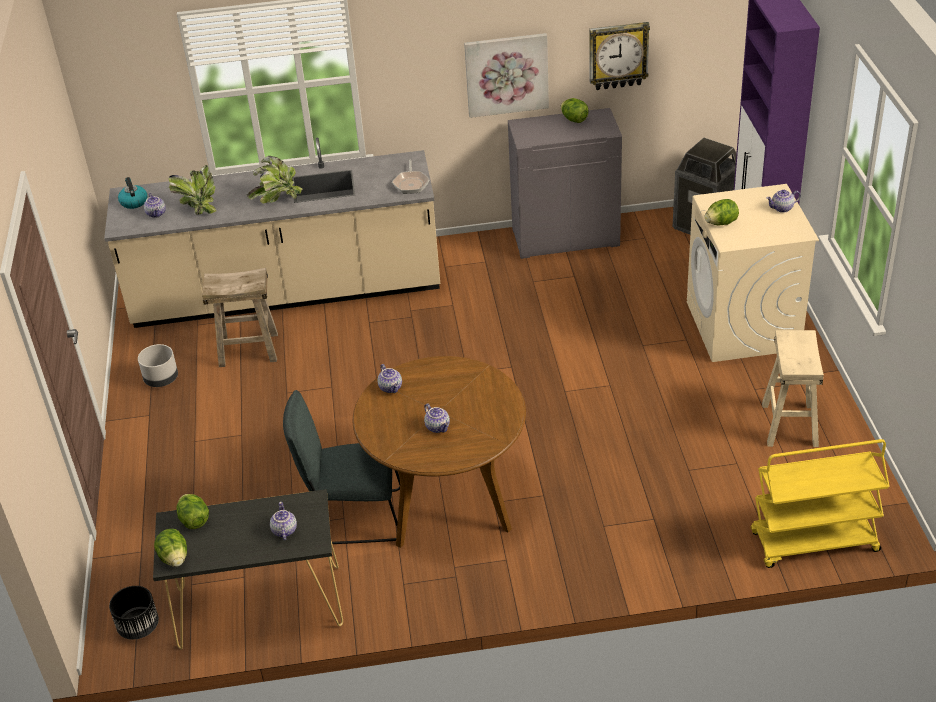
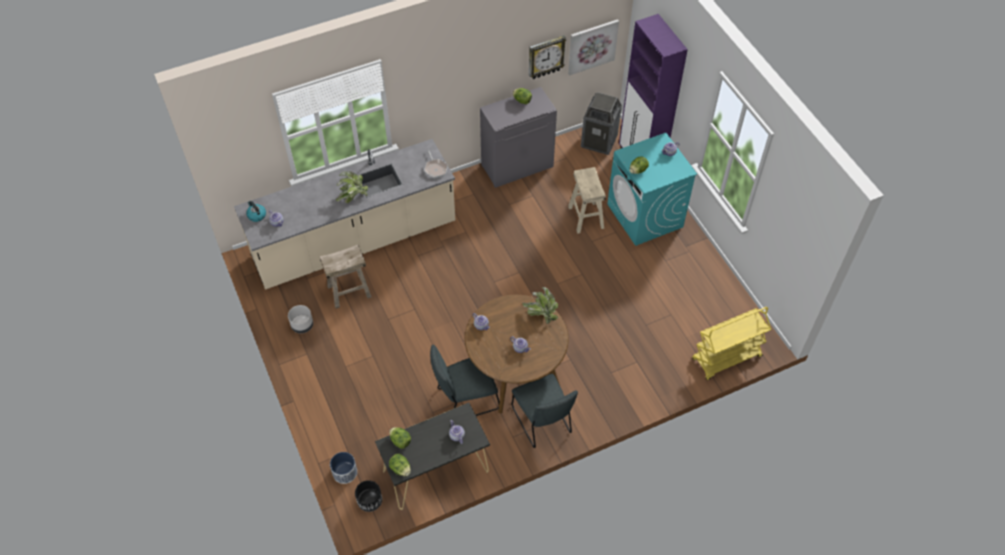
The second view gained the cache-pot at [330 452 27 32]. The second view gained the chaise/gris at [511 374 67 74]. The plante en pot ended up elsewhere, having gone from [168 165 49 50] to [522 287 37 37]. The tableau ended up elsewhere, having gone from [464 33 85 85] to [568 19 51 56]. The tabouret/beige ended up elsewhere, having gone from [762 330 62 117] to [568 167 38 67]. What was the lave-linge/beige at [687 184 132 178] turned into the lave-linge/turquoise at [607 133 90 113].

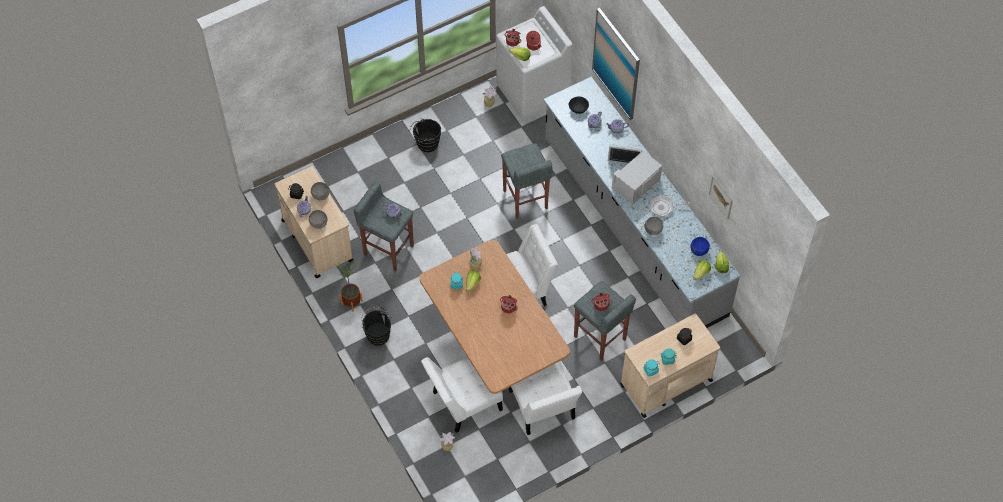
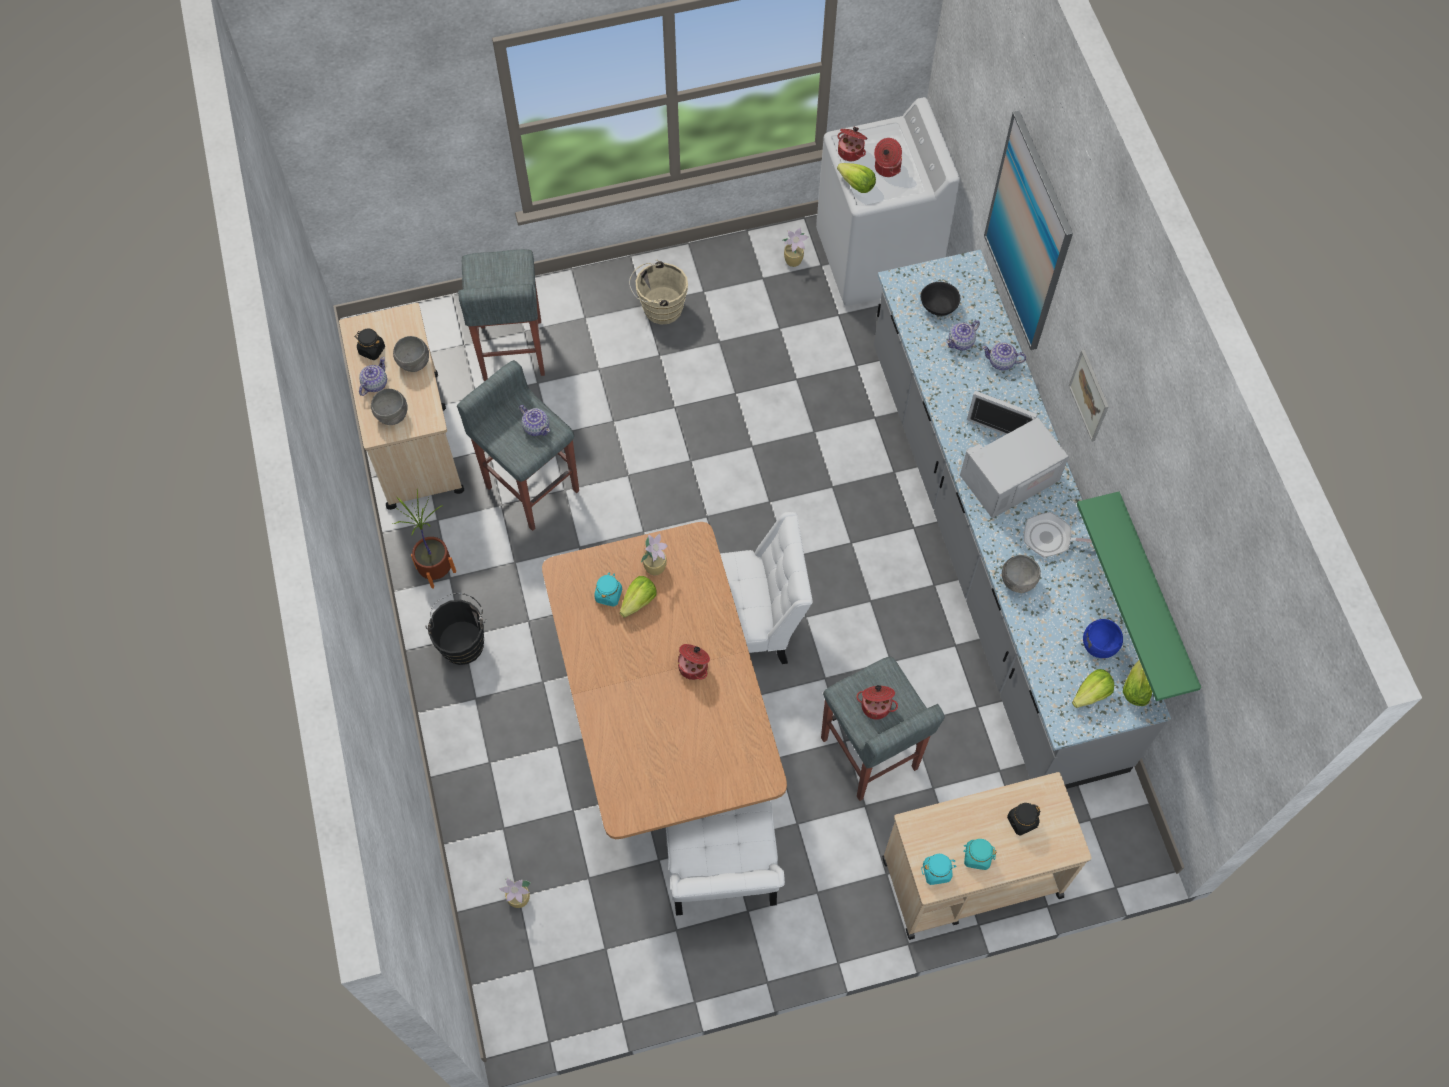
The tabouret/gris ended up elsewhere, having gone from [501 143 52 76] to [458 249 87 132]. What was the seau/noir at [409 118 32 34] turned into the seau/beige at [629 260 59 65]. The tableau ended up elsewhere, having gone from [709 175 24 44] to [1069 350 40 92]. The second view gained the étagère/vert at [1077 492 124 209]. The second view lost the chaise/blanc at [421 357 82 76].

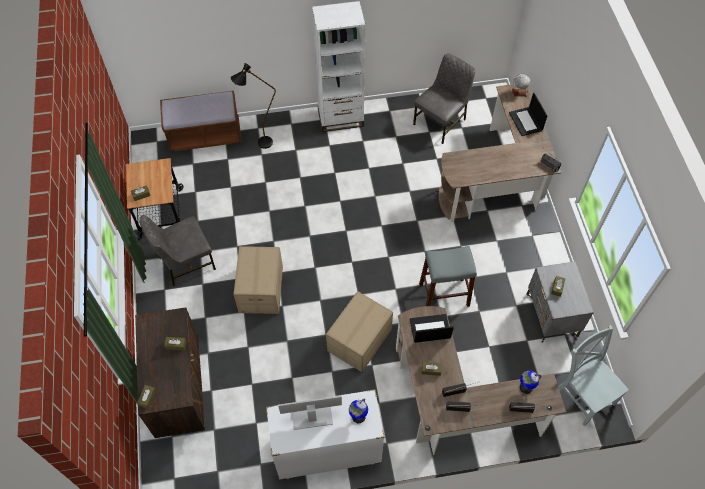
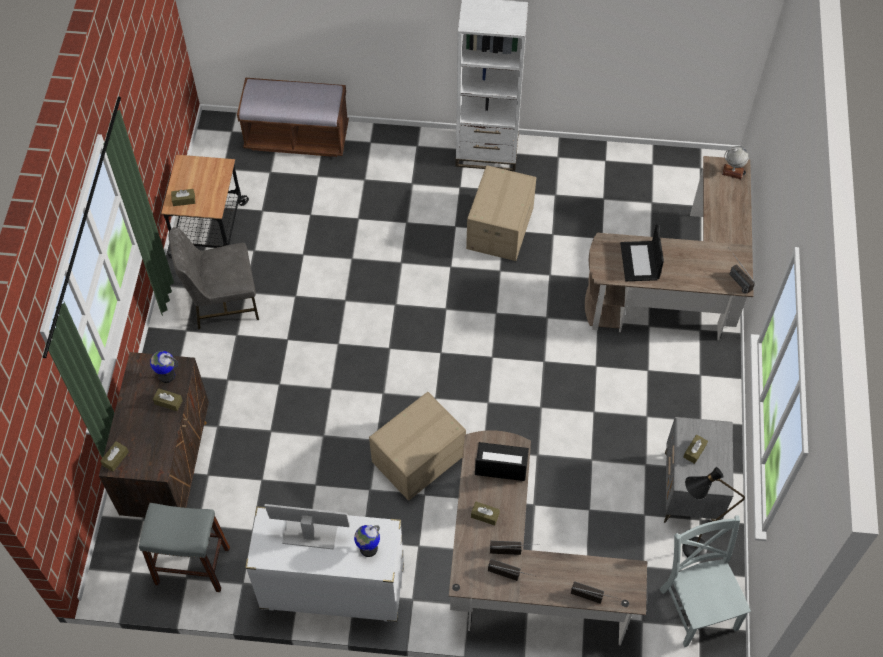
The tabouret/gris ended up elsewhere, having gone from [419 246 58 61] to [139 503 91 89]. The globe ended up elsewhere, having gone from [520 370 21 24] to [150 351 28 32]. The carton ended up elsewhere, having gone from [234 246 49 68] to [466 165 70 96]. The ordinateur portable ended up elsewhere, having gone from [509 93 39 43] to [620 223 44 58]. The lampadaire/noir ended up elsewhere, having gone from [231 63 45 86] to [683 467 62 91]. The second view lost the chaise/gris at [413 53 62 91].

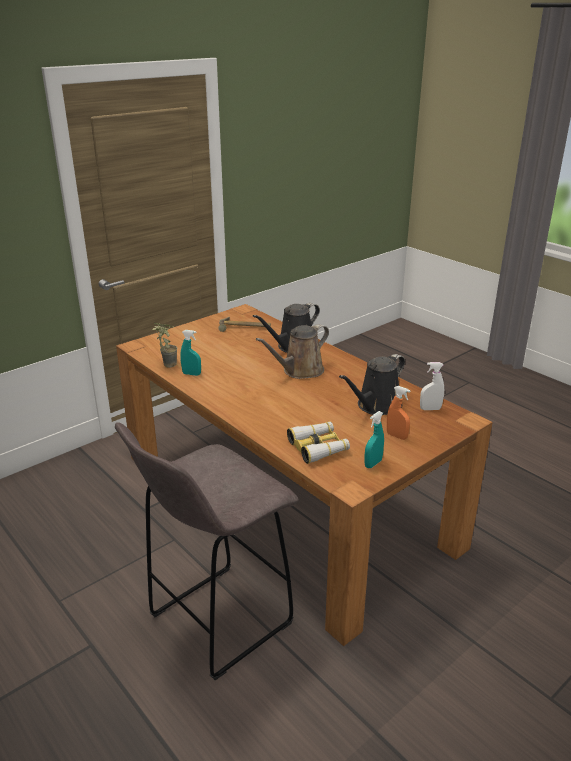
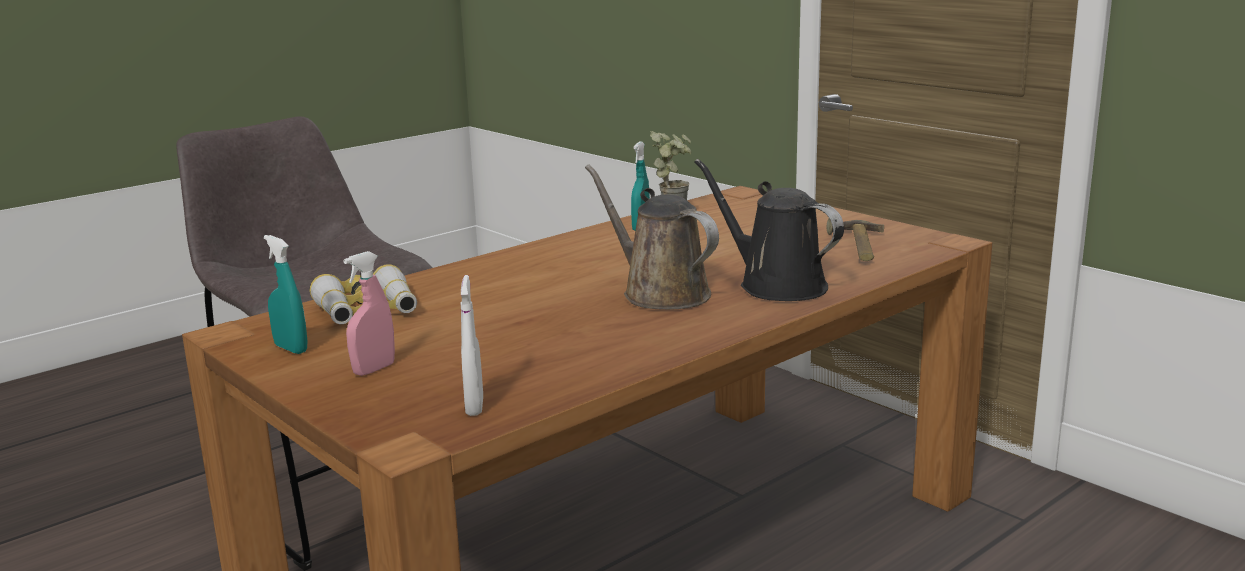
What was the vaporisateur/orange at [387 386 24 54] turned into the vaporisateur/rose at [344 251 51 125]. The second view lost the arrosoir/noir at [339 354 66 61].

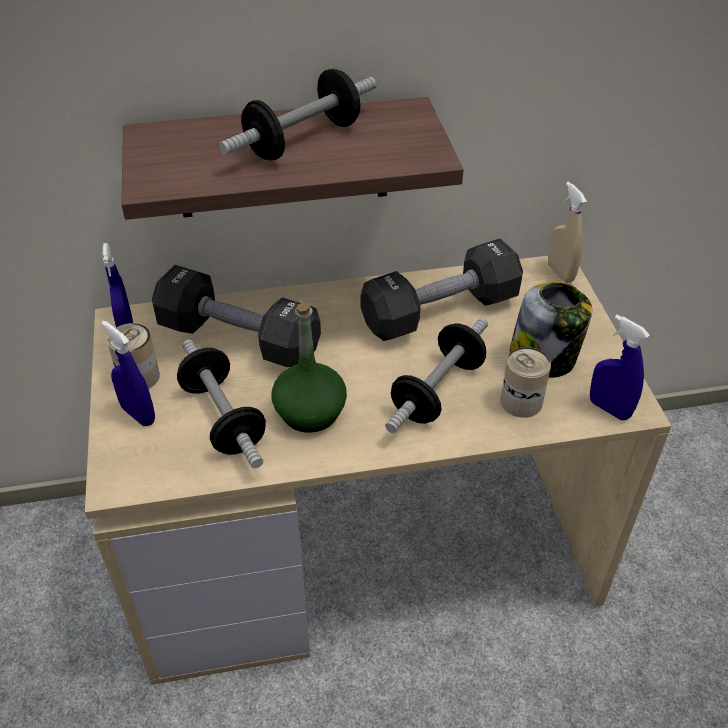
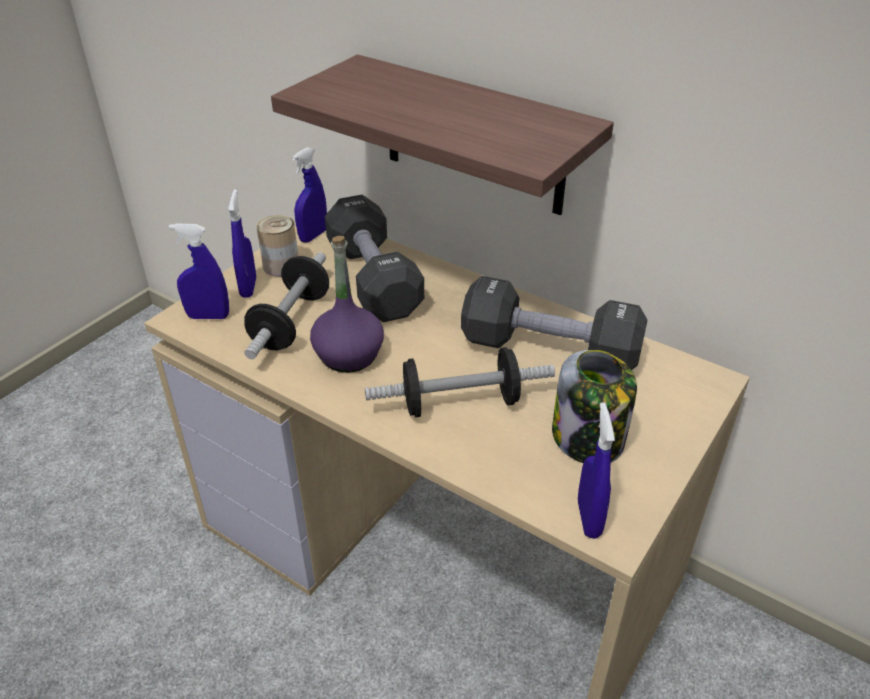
The second view gained the vaporisateur/bleu at [169 223 60 96]. What was the bouteille/vert at [272 302 75 131] turned into the bouteille/violet at [310 236 74 137]. The second view lost the haltère at [219 69 158 92]. The second view lost the boîte métallique at [500 347 51 71]. The second view lost the vaporisateur/beige at [548 181 39 102].

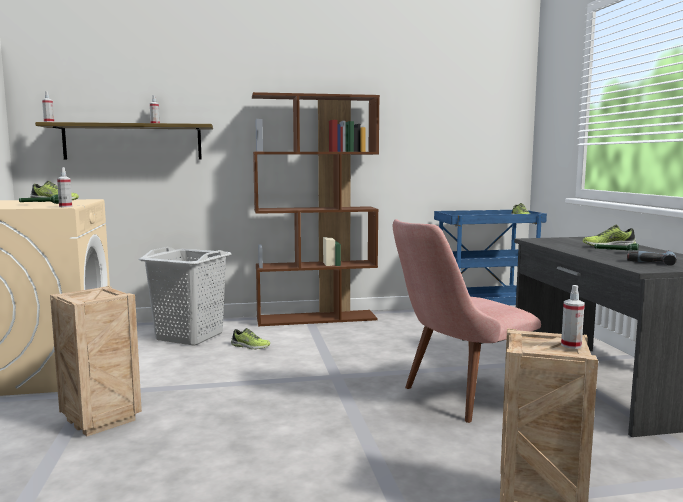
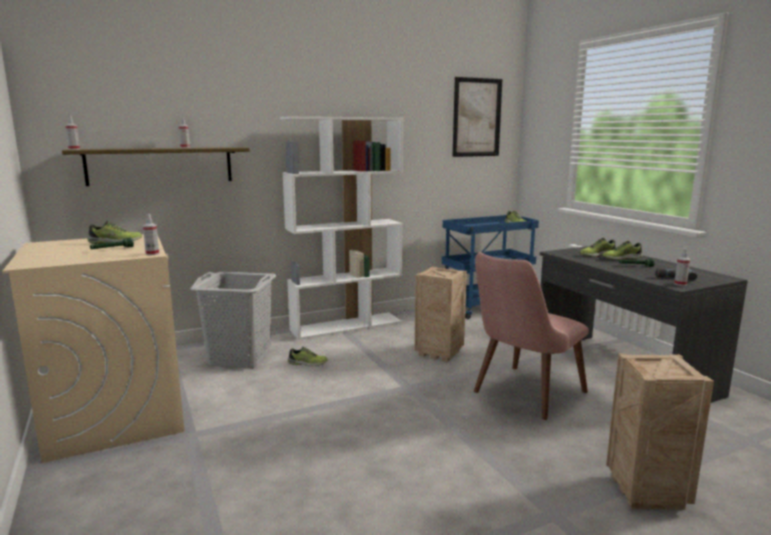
What was the bibliothèque/marron at [252 92 128 234] turned into the bibliothèque/blanc at [280 116 123 224]. The caisse ended up elsewhere, having gone from [50 286 92 151] to [415 267 52 95]. The second view gained the tableau at [453 77 49 80]. The second view gained the chaussure at [580 238 36 19]. The vaporisateur ended up elsewhere, having gone from [561 285 24 64] to [674 249 16 37].

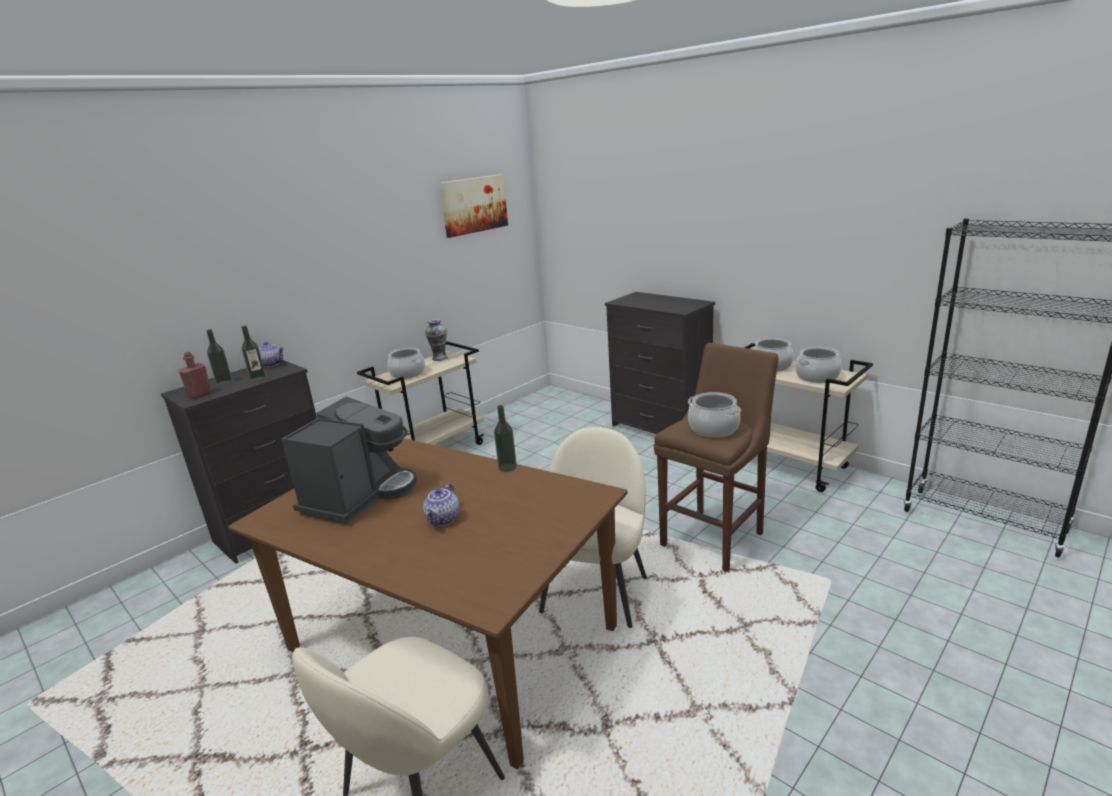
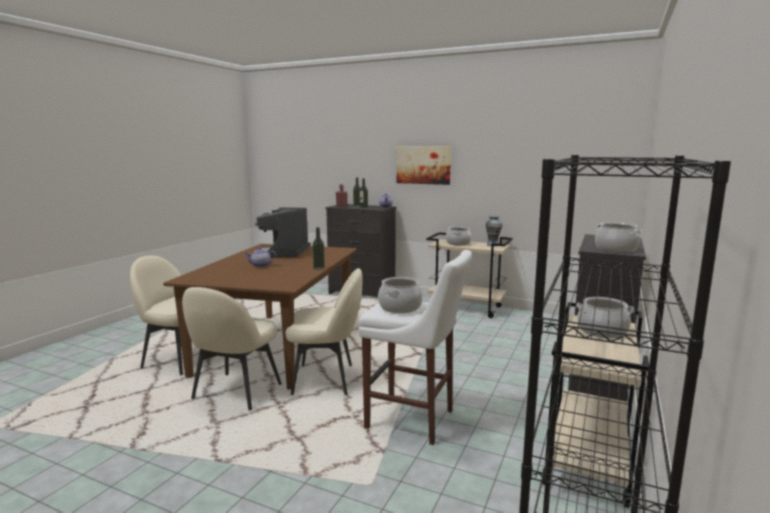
The second view gained the chaise/beige at [182 287 100 123]. The machine à café at [281 396 136 128] ended up facing another way, 90 degrees clockwise from before. What was the tabouret/marron at [654 343 124 229] turned into the tabouret/blanc at [358 250 114 195]. The tableau ended up elsewhere, having gone from [439 174 69 64] to [397 146 54 39]. The marmite ended up elsewhere, having gone from [795 347 46 36] to [595 222 47 31].

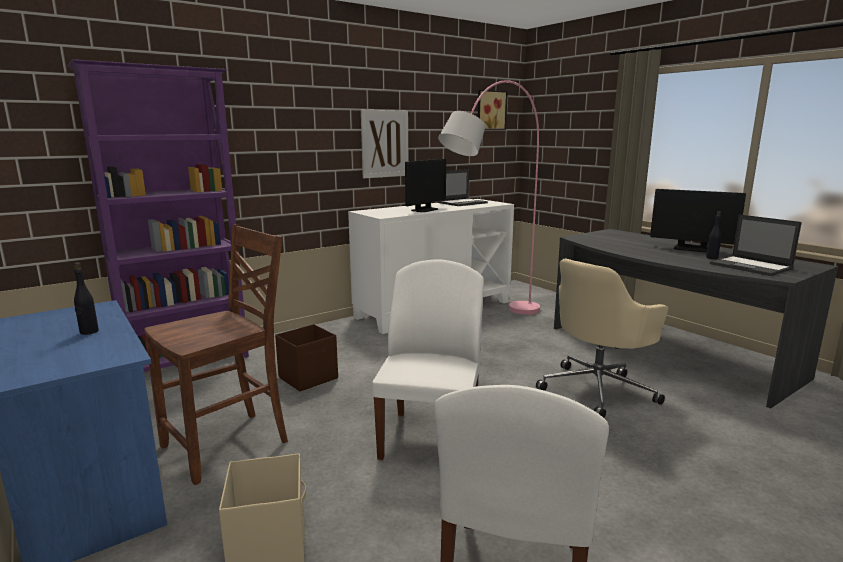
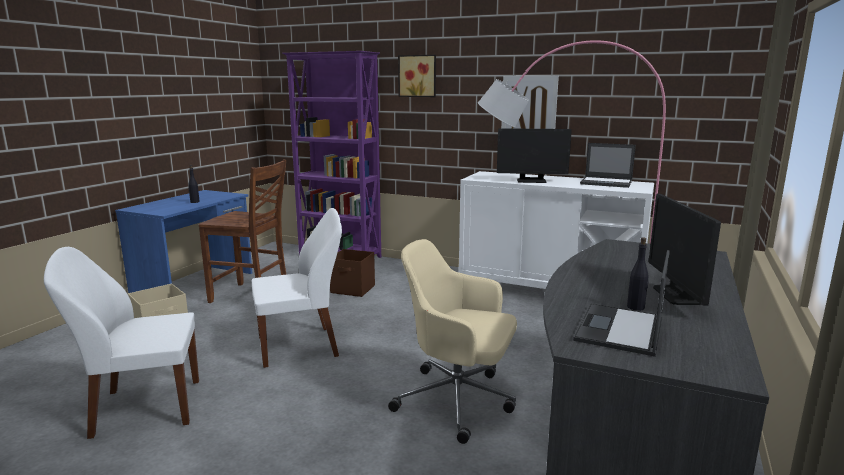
The tableau ended up elsewhere, having gone from [478 90 30 40] to [398 55 38 42].

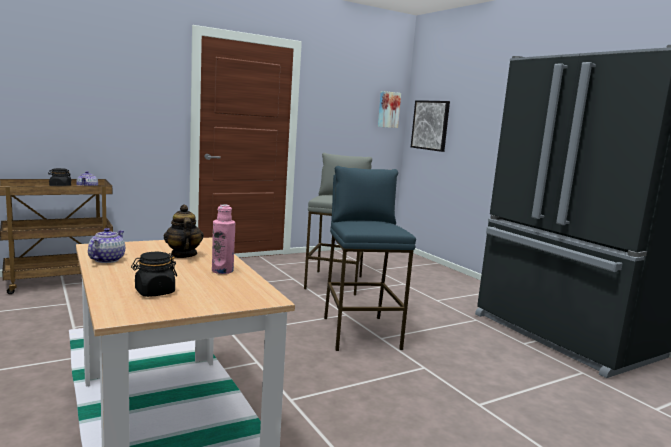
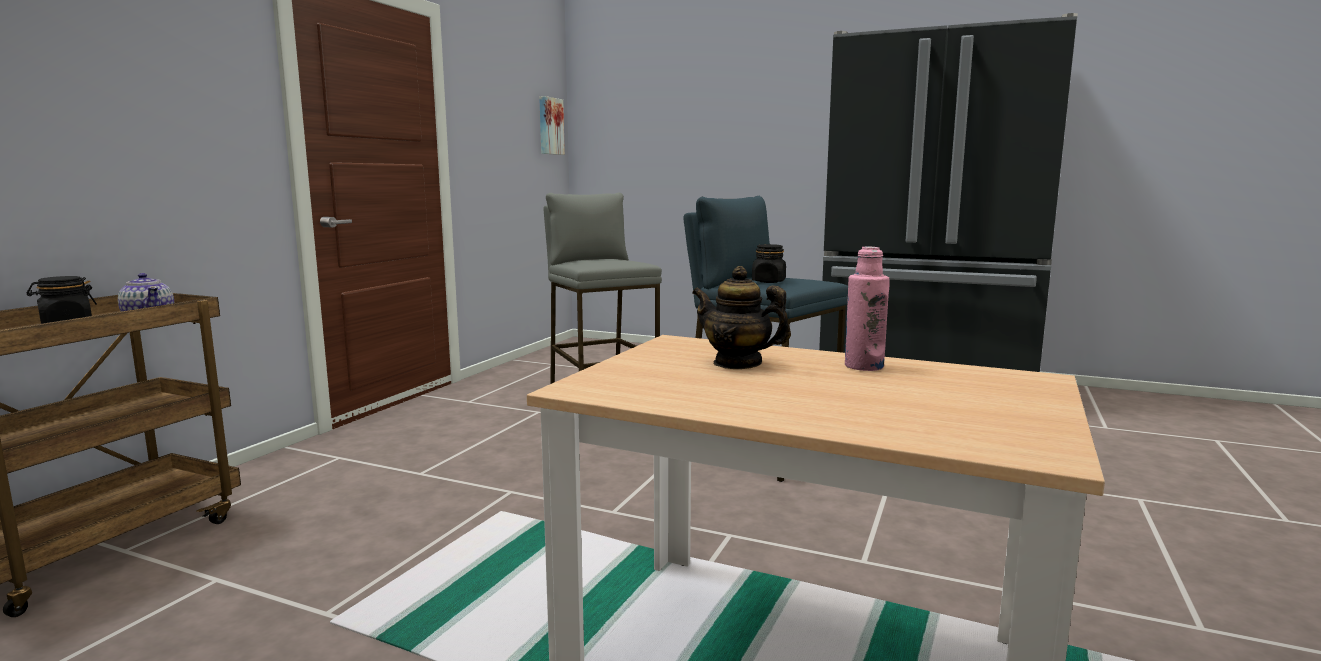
The bocal/noir ended up elsewhere, having gone from [131 252 46 45] to [752 244 34 39]. The second view lost the théière at [88 228 37 35]. The second view lost the tableau at [411 100 39 52].

